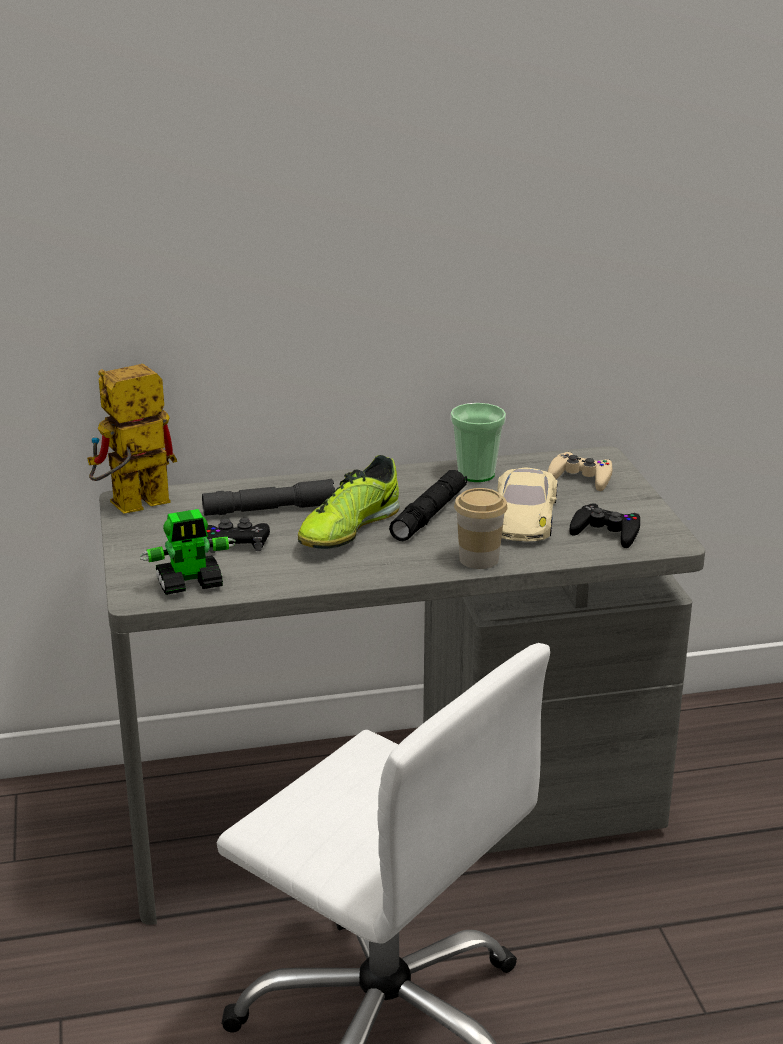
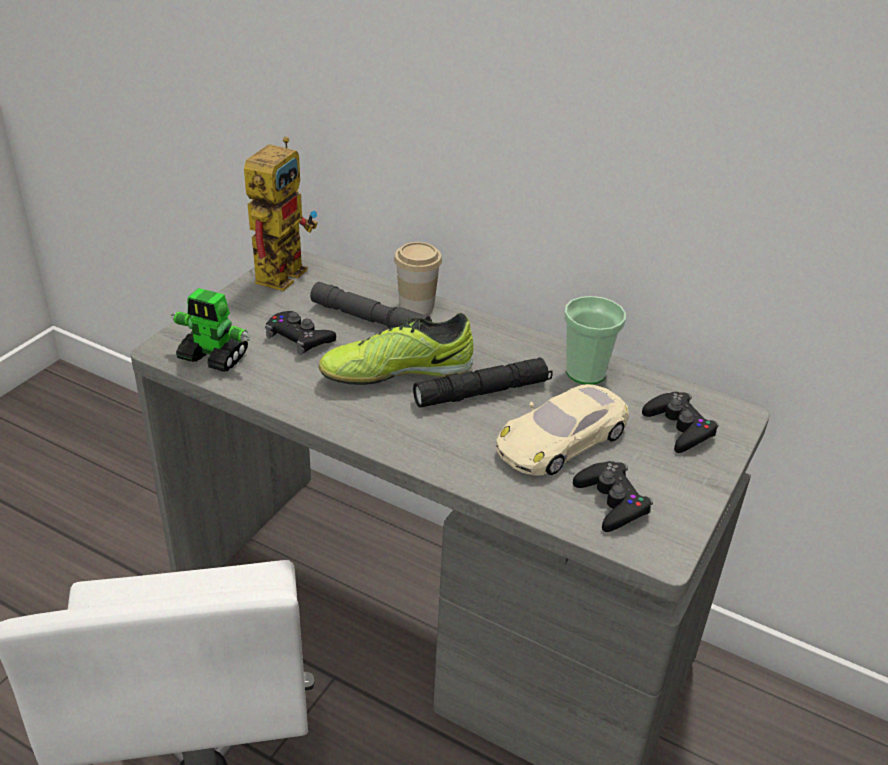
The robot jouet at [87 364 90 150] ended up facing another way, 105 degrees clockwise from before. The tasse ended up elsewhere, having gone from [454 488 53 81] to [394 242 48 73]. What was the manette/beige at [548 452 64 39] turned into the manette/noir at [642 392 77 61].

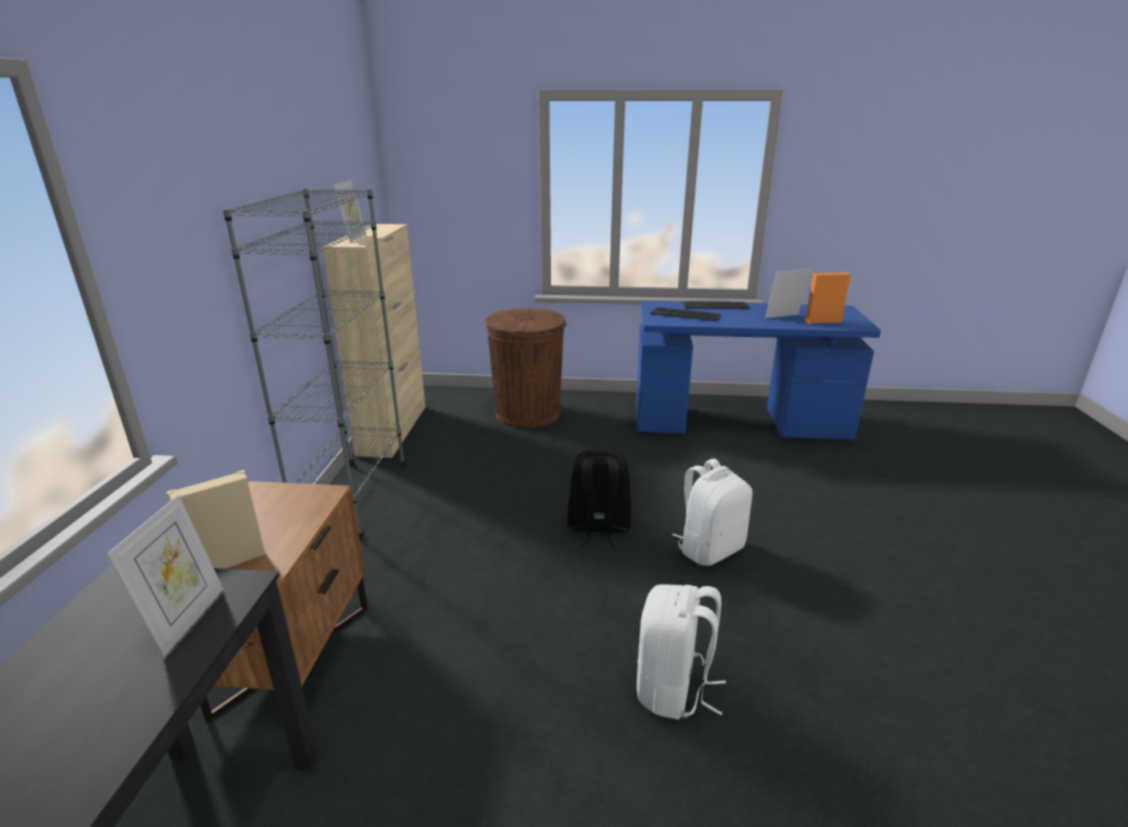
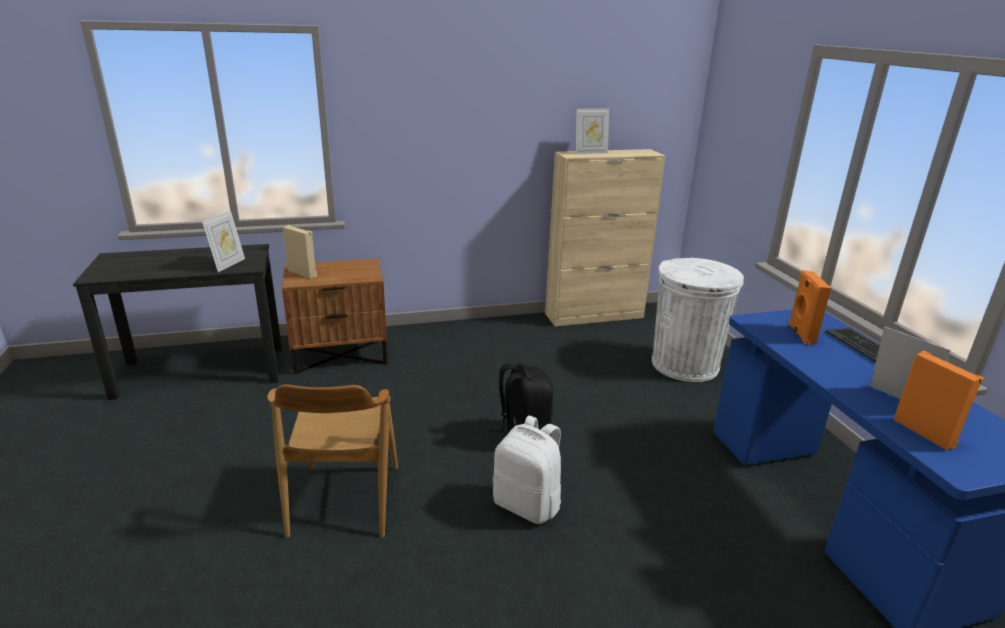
The cadre photo at [107 495 116 162] ended up facing another way, 60 degrees counterclockwise from before. Where the sac à dos/blanc stood at [637 584 89 136], the chaise/marron came to stand at [267 384 131 154]. What was the poubelle/marron at [485 308 81 120] turned into the poubelle/blanc at [652 258 92 124]. Where the clavier stood at [650 307 71 14], the enceinte/orange came to stand at [788 270 43 75]. The second view lost the bibliothèque/gris at [223 188 184 350].

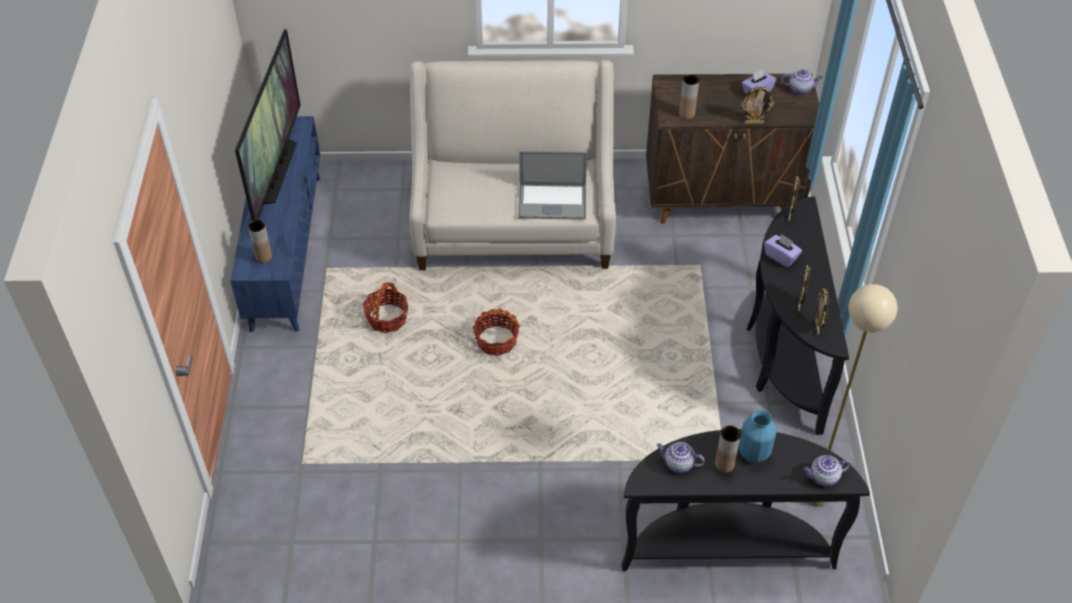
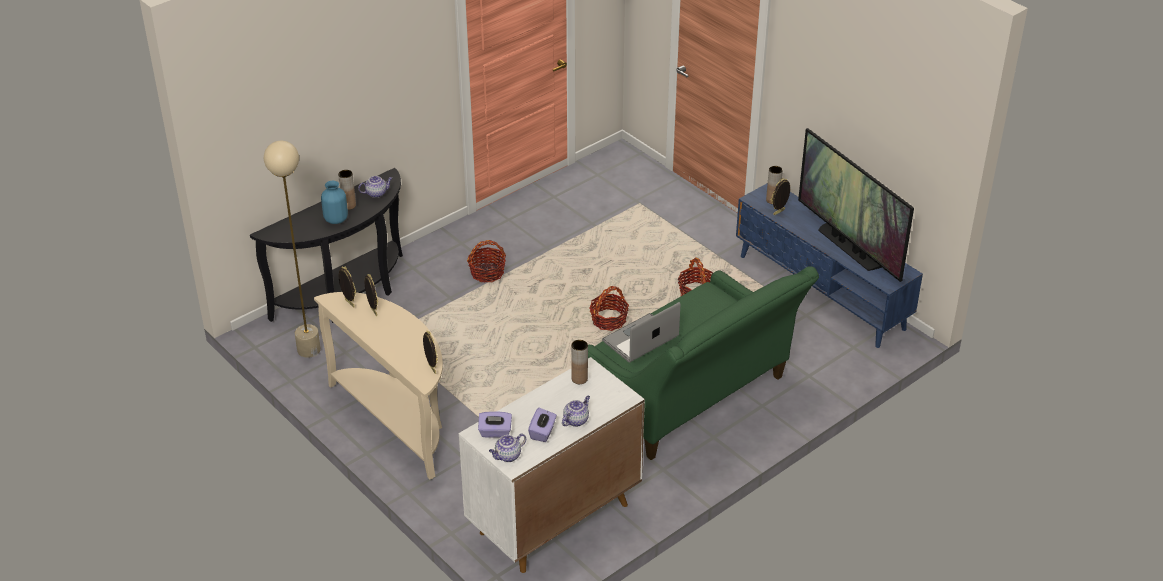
What was the table console/noir at [747 196 102 239] turned into the table console/beige at [314 292 129 188]. What was the meuble de rangement/marron at [646 74 173 150] turned into the meuble de rangement/blanc at [459 357 186 216]. The second view gained the panier at [467 240 39 42]. The boîte à mouchoirs/violet ended up elsewhere, having gone from [764 234 38 33] to [478 411 34 27]. The théière ended up elsewhere, having gone from [804 455 47 31] to [562 396 28 31]. What was the canapé/beige at [409 60 207 210] turned into the canapé/vert at [588 266 231 194]. The cadre photo ended up elsewhere, having gone from [741 86 33 38] to [771 178 19 37].

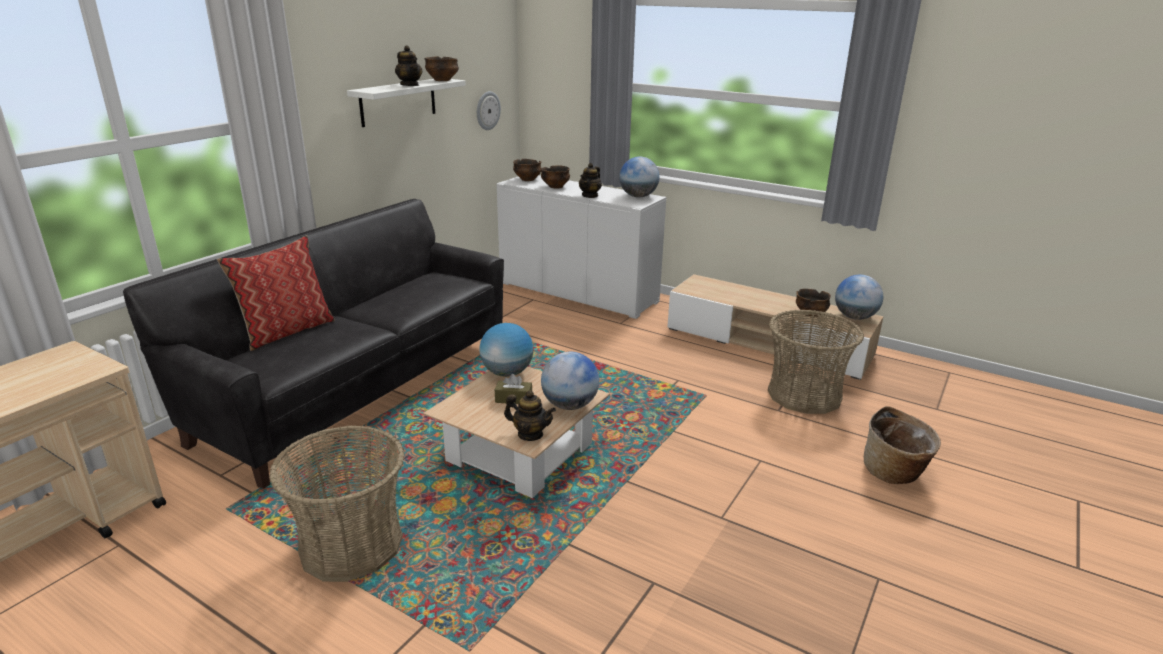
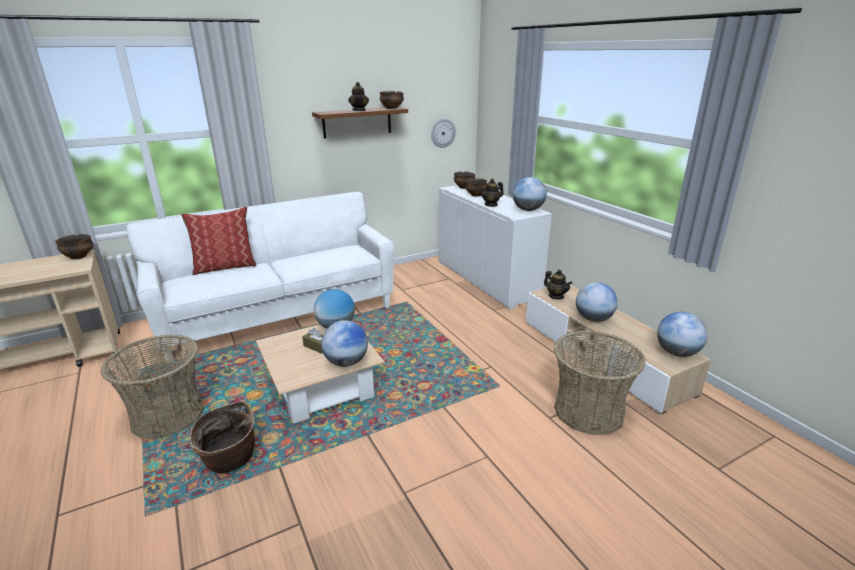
The bol ended up elsewhere, having gone from [796 289 35 29] to [55 234 39 25]. What was the canapé/noir at [123 199 381 290] turned into the canapé/blanc at [127 192 268 170]. The panier ended up elsewhere, having gone from [864 406 77 78] to [190 401 65 72]. What was the étagère/blanc at [347 79 119 48] turned into the étagère/marron at [312 107 96 31]. The théière ended up elsewhere, having gone from [504 391 52 50] to [544 270 28 30]. The second view gained the globe at [576 282 42 40].

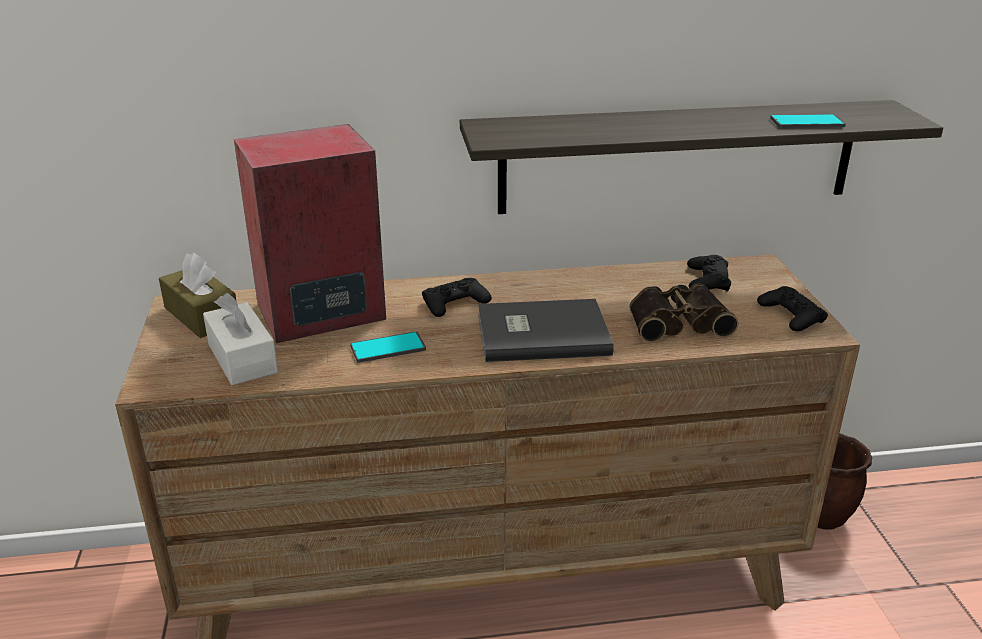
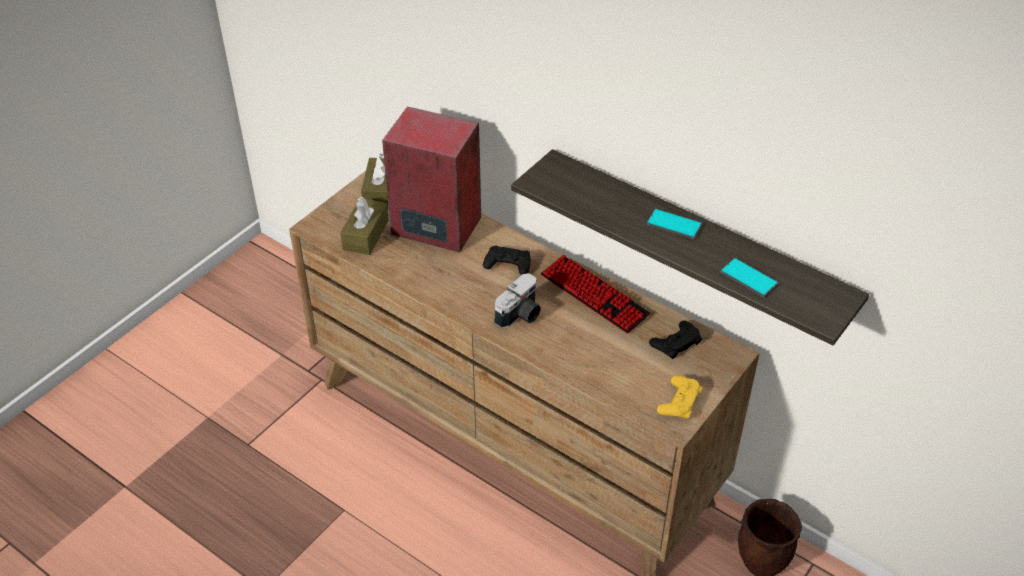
What was the boîte à mouchoirs/blanc at [203 293 75 92] turned into the boîte à mouchoirs/marron at [340 197 49 58]. Where the livre/gris stood at [478 299 136 63], the appareil photo came to stand at [495 273 46 56]. The second view gained the clavier at [541 254 110 80]. The téléphone ended up elsewhere, having gone from [350 331 76 32] to [646 208 57 32]. What was the manette/noir at [757 286 71 46] turned into the manette/jaune at [657 376 46 43]. The second view lost the jumelles at [629 284 110 59].

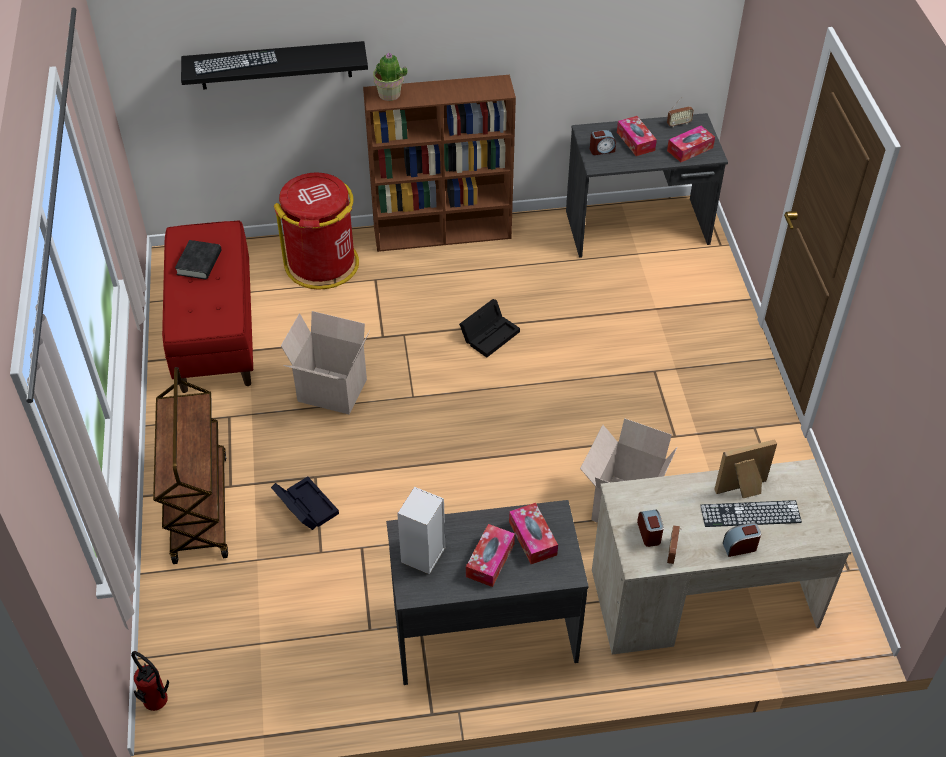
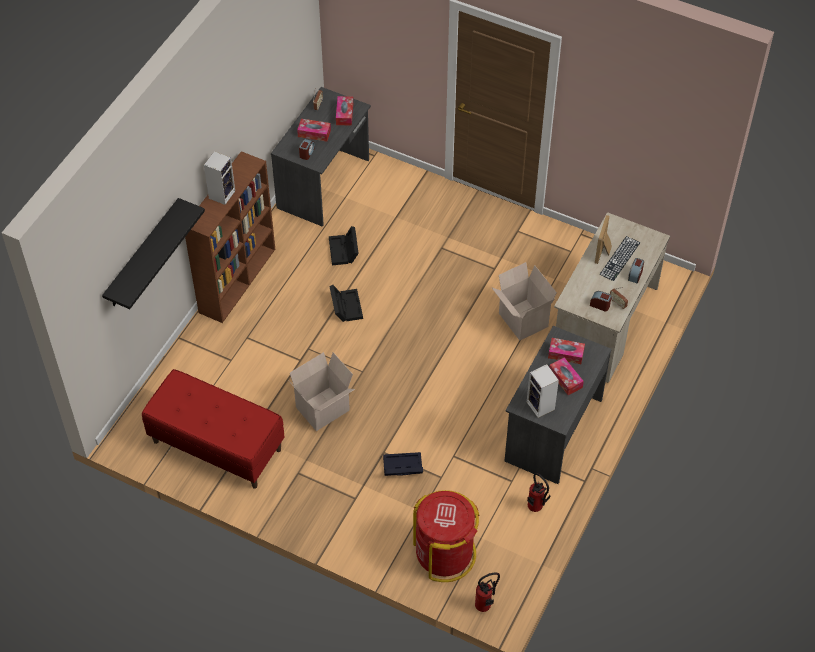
The second view gained the enceinte at [204 151 31 54]. The second view gained the boîte de rangement/noir at [329 226 30 39]. The poubelle/rouge ended up elsewhere, having gone from [274 172 85 117] to [413 490 67 92]. The second view gained the extincteur at [527 473 24 39]. The second view lost the chariot/marron at [153 367 75 197]. The second view lost the livre/noir at [175 240 47 39]. The second view lost the clavier at [193 50 85 25]. The second view lost the plante en pot at [373 52 35 49].

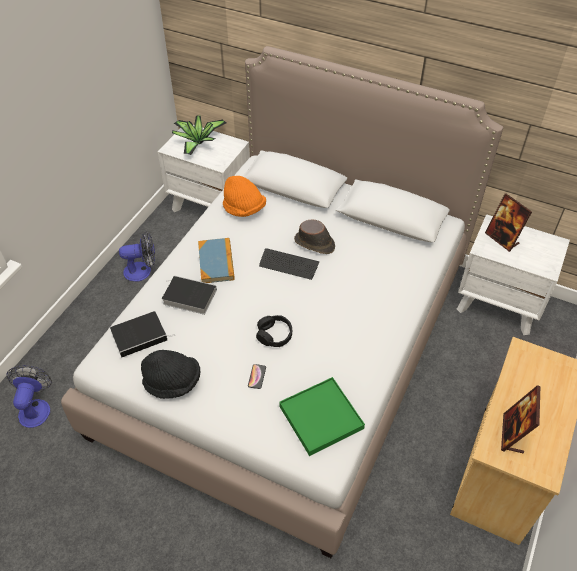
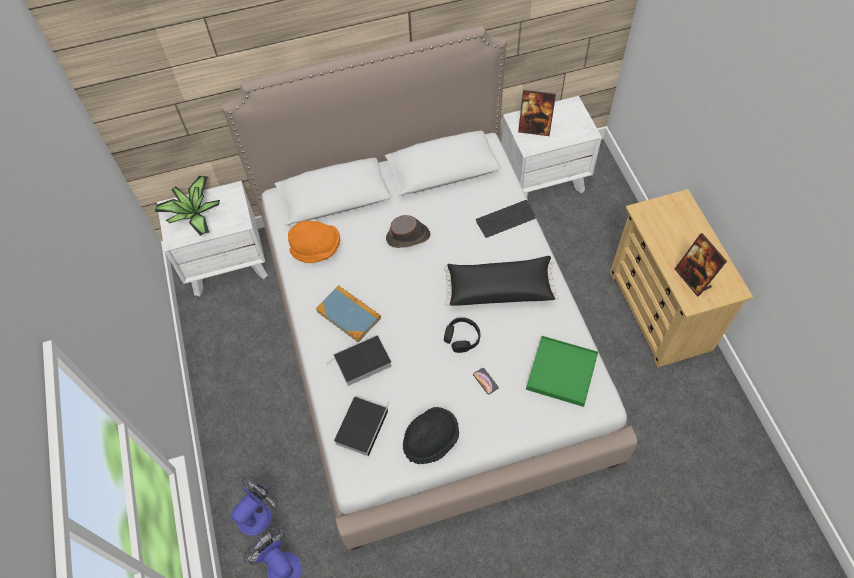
The ventilateur ended up elsewhere, having gone from [119 231 36 51] to [231 475 47 61]. The second view gained the coussin/noir at [444 256 115 50]. The clavier ended up elsewhere, having gone from [259 248 60 32] to [476 200 60 38].

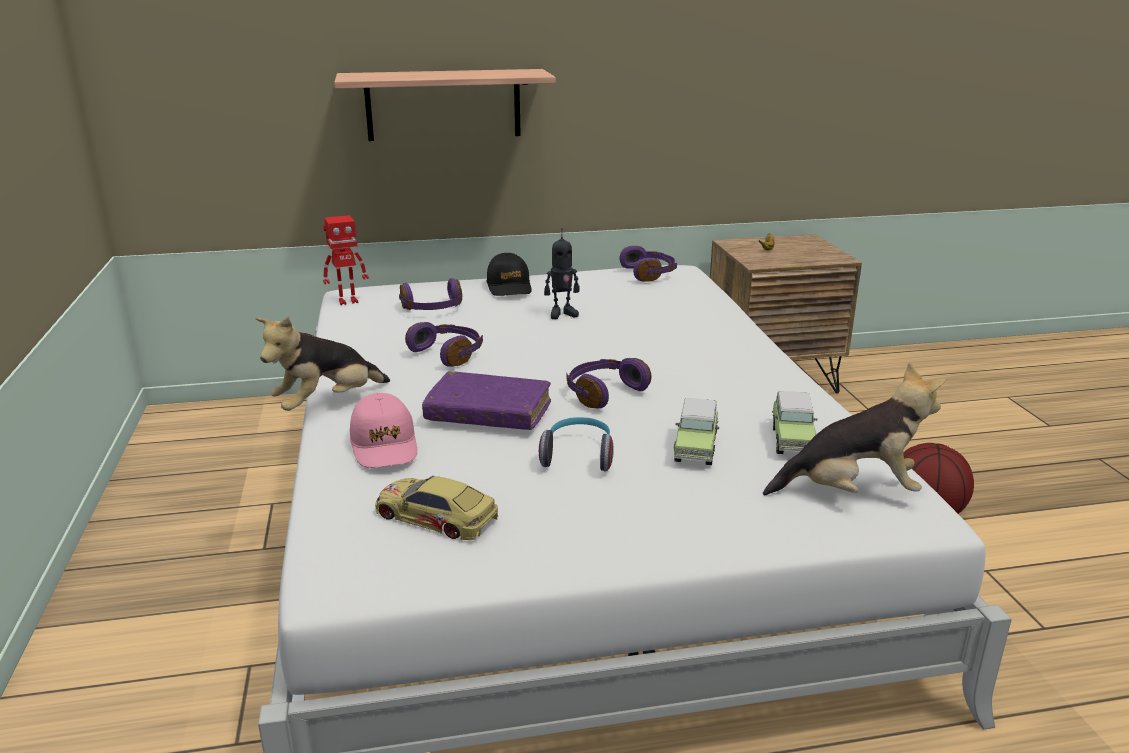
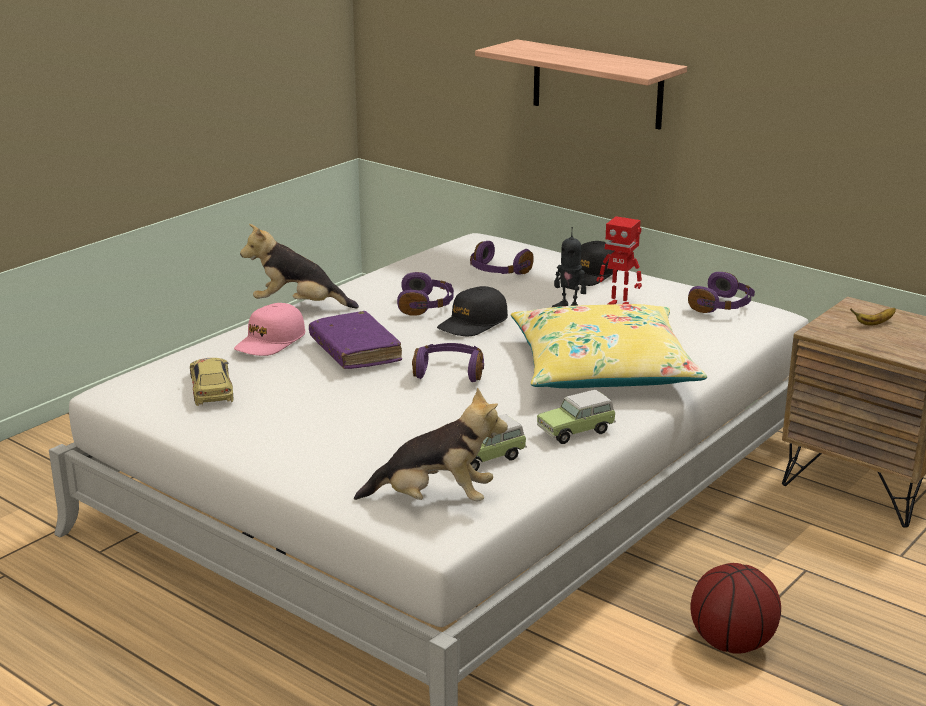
The peluche at [763 363 182 133] ended up facing another way, 45 degrees counterclockwise from before. The second view gained the casquette/noir at [437 286 71 50]. The second view gained the coussin/jaune at [511 304 196 84]. The petite voiture ended up elsewhere, having gone from [674 398 45 67] to [537 390 79 54]. The robot jouet ended up elsewhere, having gone from [323 215 46 90] to [597 216 45 89]. The second view lost the casque audio at [539 417 75 54].

